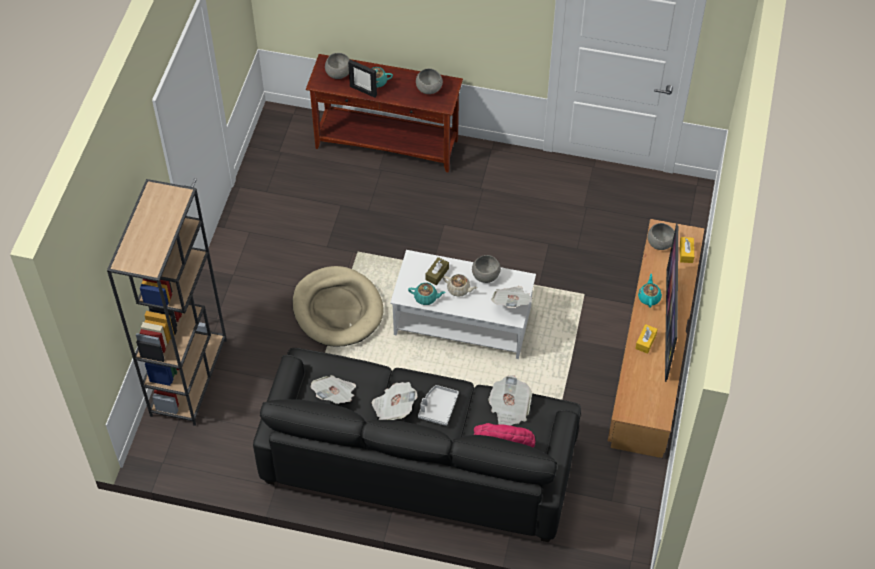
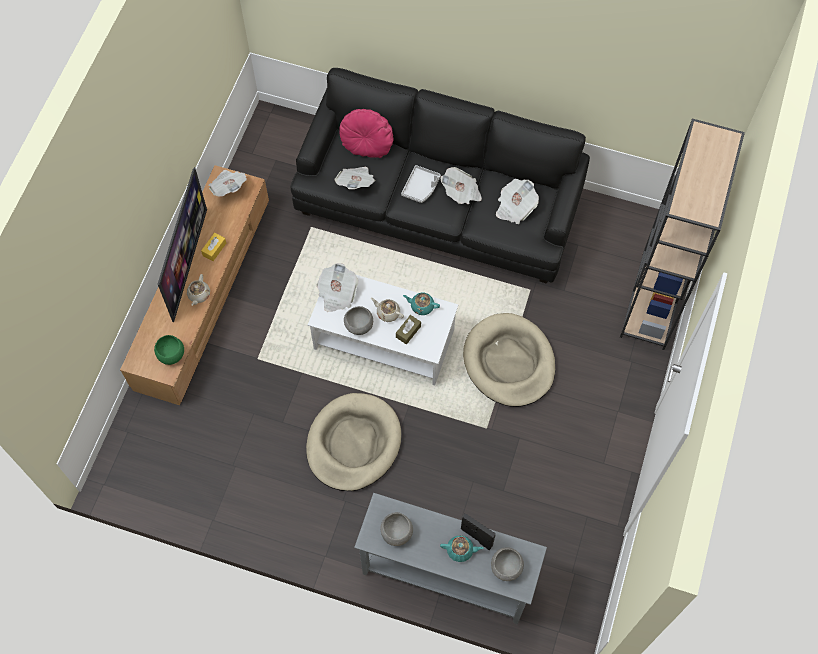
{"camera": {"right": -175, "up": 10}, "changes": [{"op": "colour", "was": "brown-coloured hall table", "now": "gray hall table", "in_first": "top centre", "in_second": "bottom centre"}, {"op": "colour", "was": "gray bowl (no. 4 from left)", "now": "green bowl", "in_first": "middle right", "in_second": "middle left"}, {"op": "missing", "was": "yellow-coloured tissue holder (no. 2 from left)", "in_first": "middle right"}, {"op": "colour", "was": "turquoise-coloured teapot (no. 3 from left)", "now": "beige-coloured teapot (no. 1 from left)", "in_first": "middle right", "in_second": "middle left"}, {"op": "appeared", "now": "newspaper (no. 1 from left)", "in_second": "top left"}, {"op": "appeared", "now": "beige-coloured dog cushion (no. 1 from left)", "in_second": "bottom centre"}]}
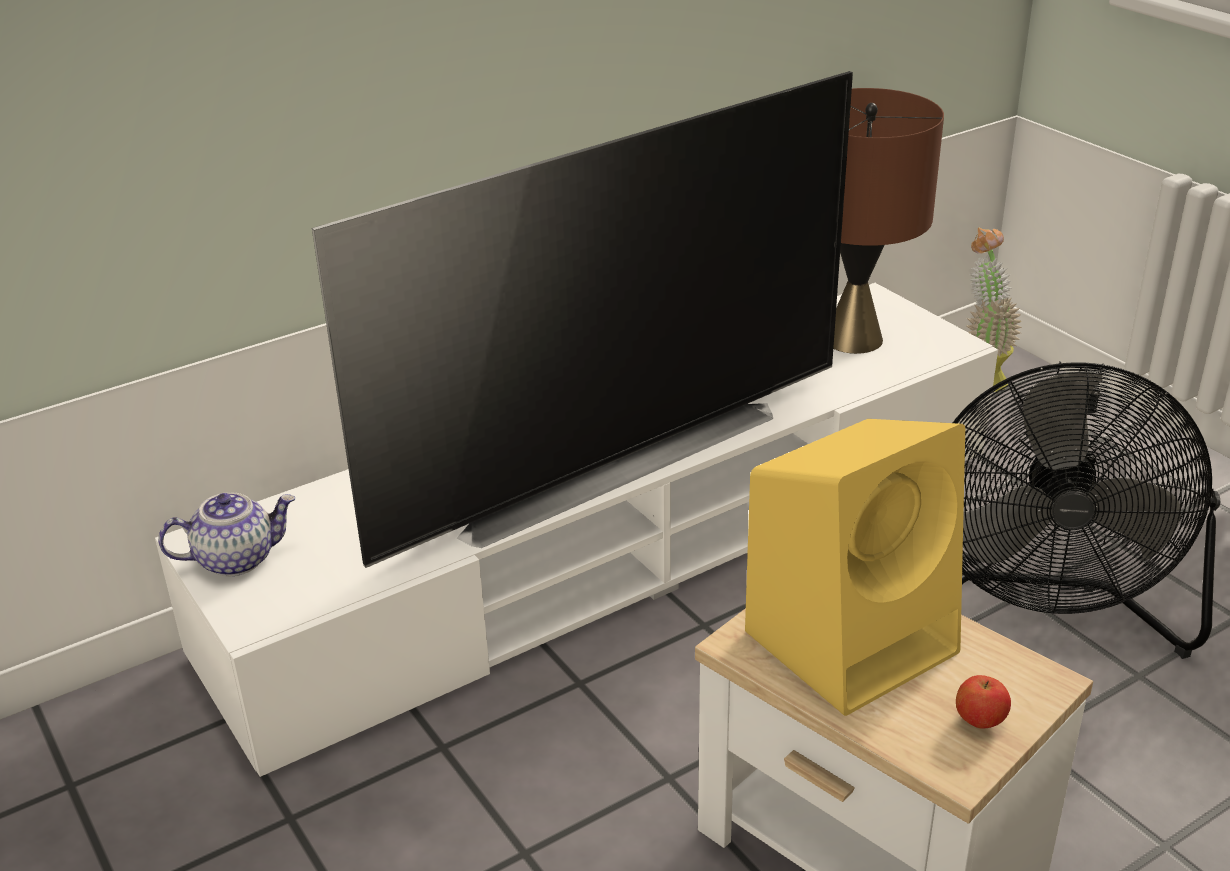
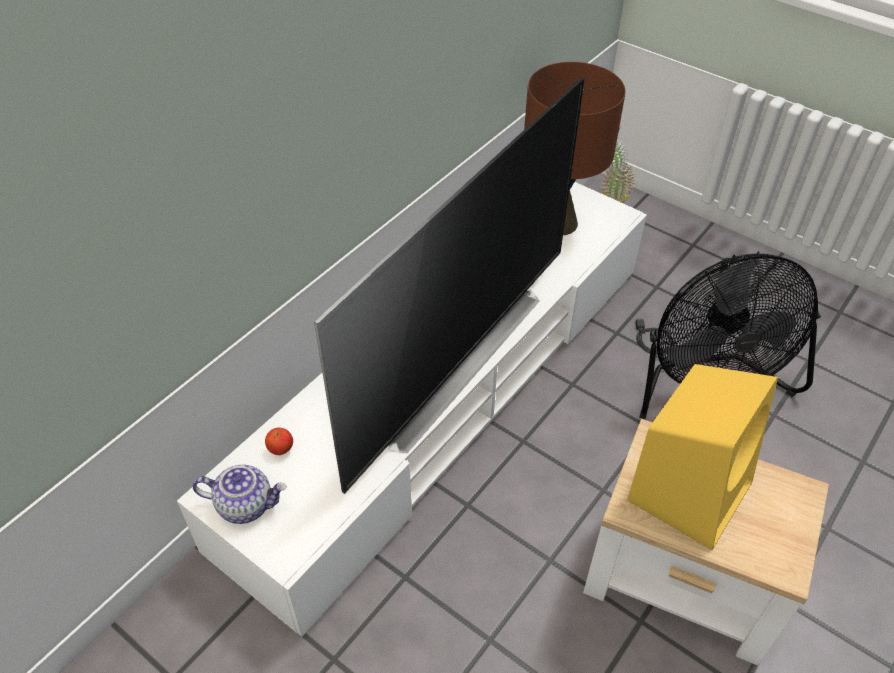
{"camera": {"right": -20, "up": 15}, "changes": [{"op": "spun", "was": "teapot", "in_first": "middle left", "in_second": "bottom left", "clockwise": 45}, {"op": "relocated", "was": "apple", "in_first": "bottom right", "in_second": "middle left"}]}
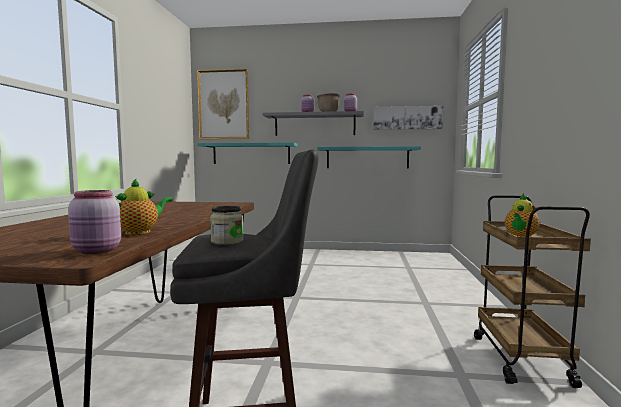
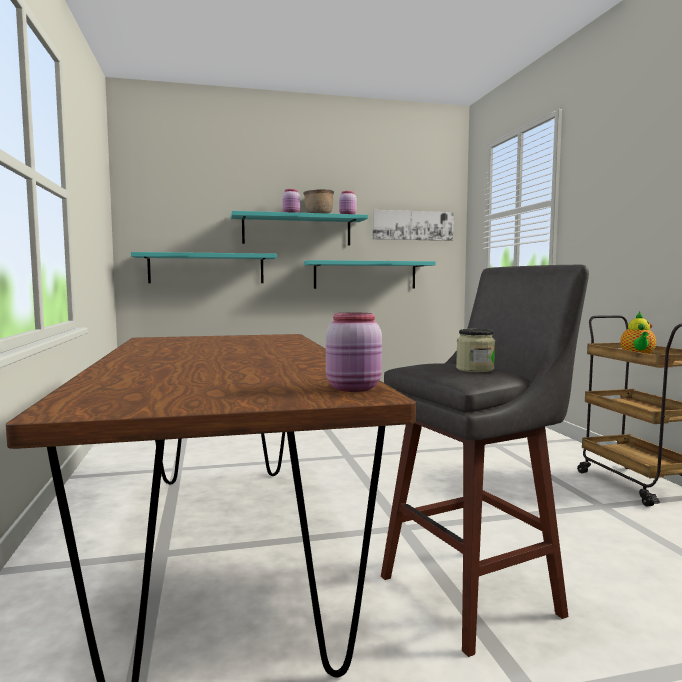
{"camera": {"right": -20, "up": 0}, "changes": [{"op": "missing", "was": "wall picture (no. 1 from left)", "in_first": "top centre"}, {"op": "colour", "was": "gray shelf", "now": "turquoise-coloured shelf (no. 2 from left)", "in_first": "top centre", "in_second": "centre"}, {"op": "missing", "was": "teapot (no. 1 from left)", "in_first": "middle left"}]}
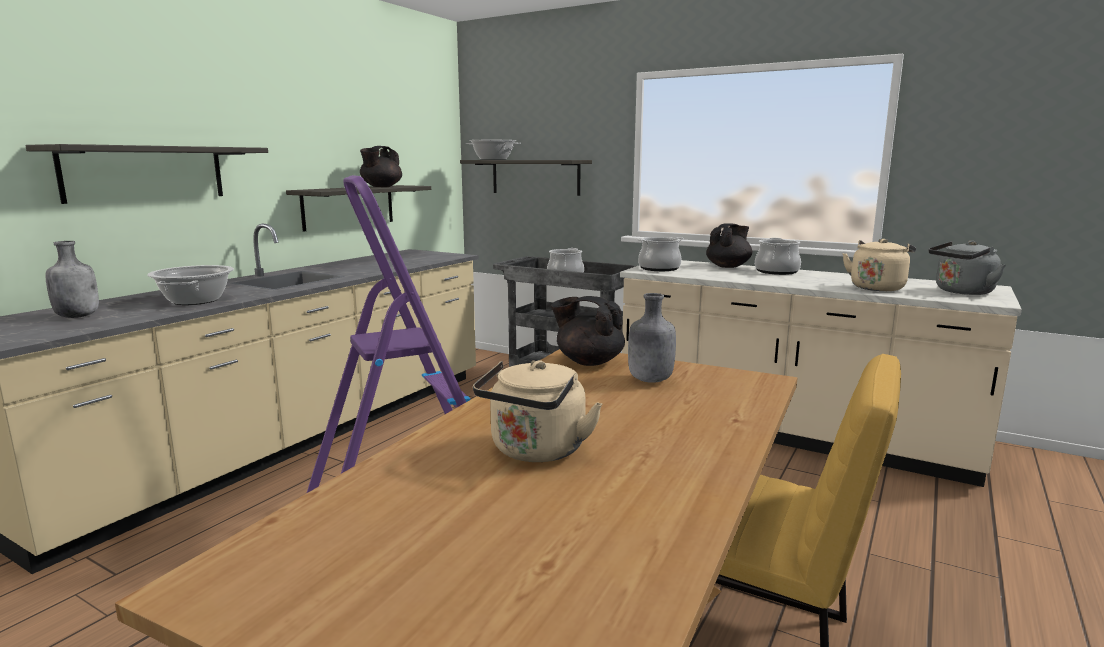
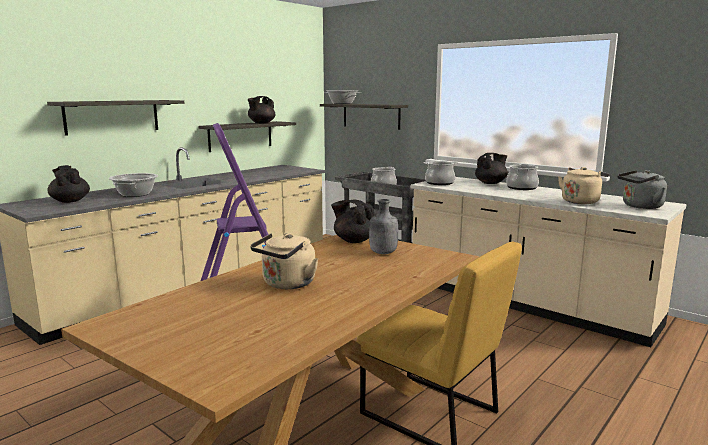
{"camera": {"right": 10, "up": 0}, "changes": [{"op": "exchanged", "was": "gray drink bottle (no. 1 from left)", "now": "black-coloured teapot (no. 1 from left)", "in_first": "middle left", "in_second": "middle left"}]}
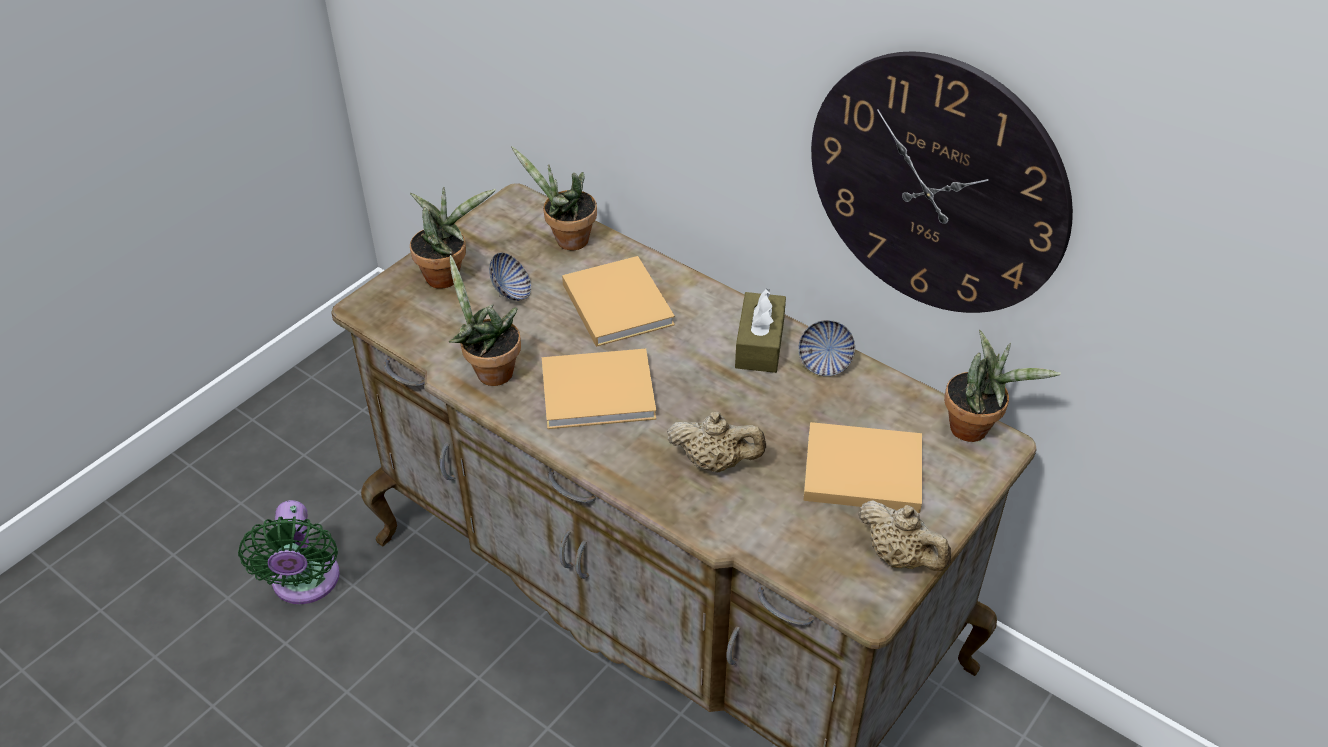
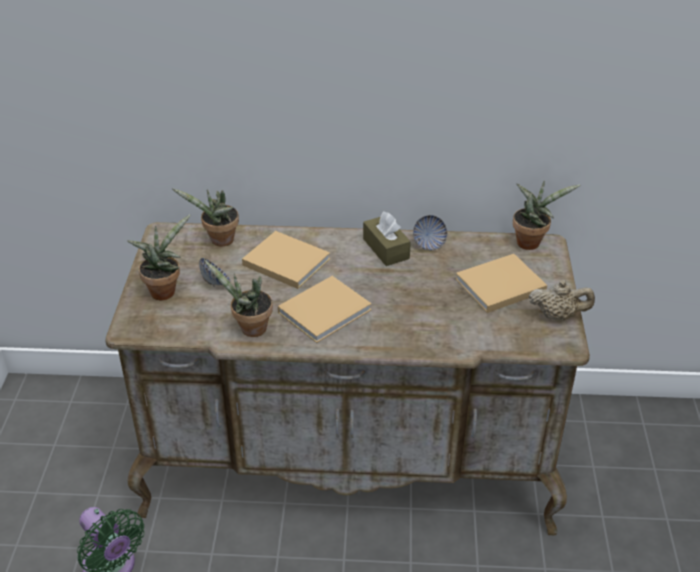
{"camera": {"right": -35, "up": -5}, "changes": [{"op": "missing", "was": "clock on the wall", "in_first": "top right"}, {"op": "missing", "was": "beige-coloured teapot (no. 1 from left)", "in_first": "centre"}]}
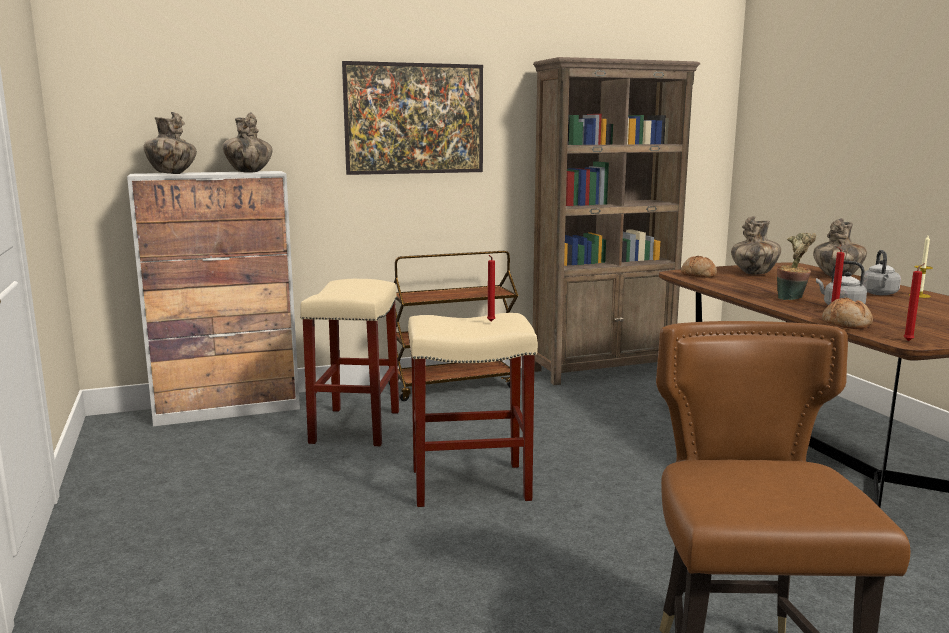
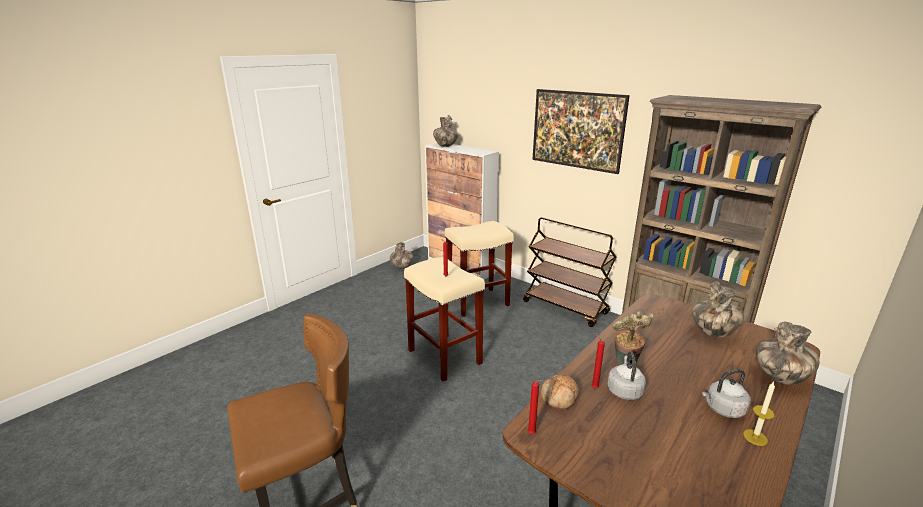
{"camera": {"right": 60, "up": 10}, "changes": [{"op": "relocated", "was": "decorative vase (no. 2 from left in the first image)", "now": "decorative vase (no. 1 from left)", "in_first": "top left", "in_second": "centre"}, {"op": "missing", "was": "baked bread (no. 1 from left)", "in_first": "middle right"}]}
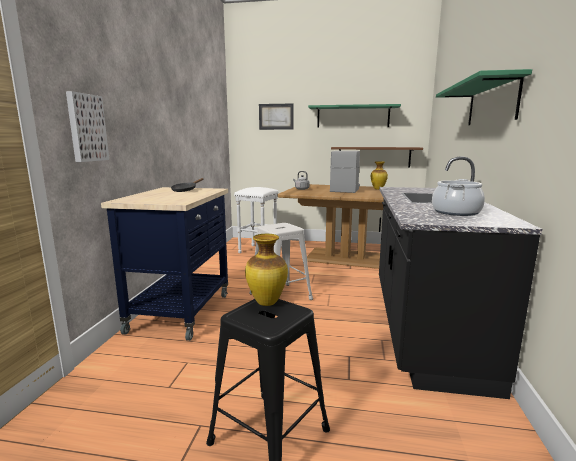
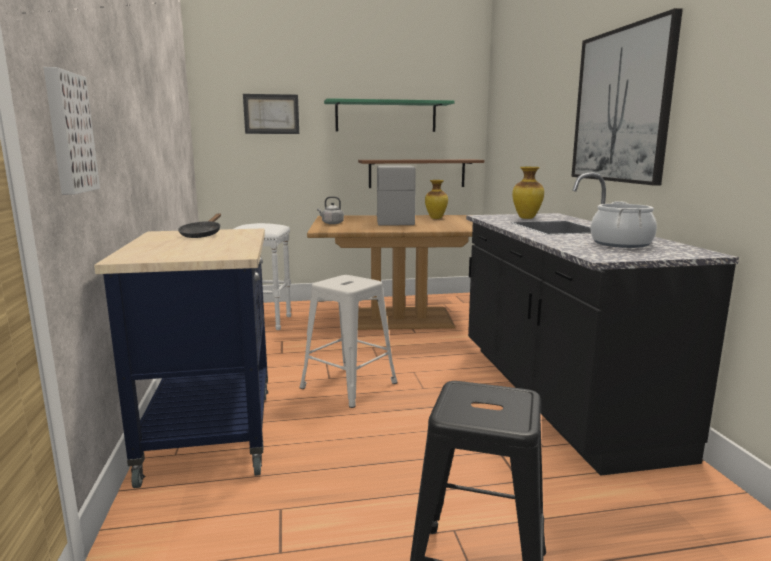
{"camera": {"right": -20, "up": 0}, "changes": [{"op": "exchanged", "was": "green shelf (no. 2 from left)", "now": "wall picture (no. 3 from left)", "in_first": "top right", "in_second": "top right"}, {"op": "relocated", "was": "decorative vase (no. 1 from left in the first image)", "now": "decorative vase (no. 2 from left)", "in_first": "centre", "in_second": "middle right"}]}
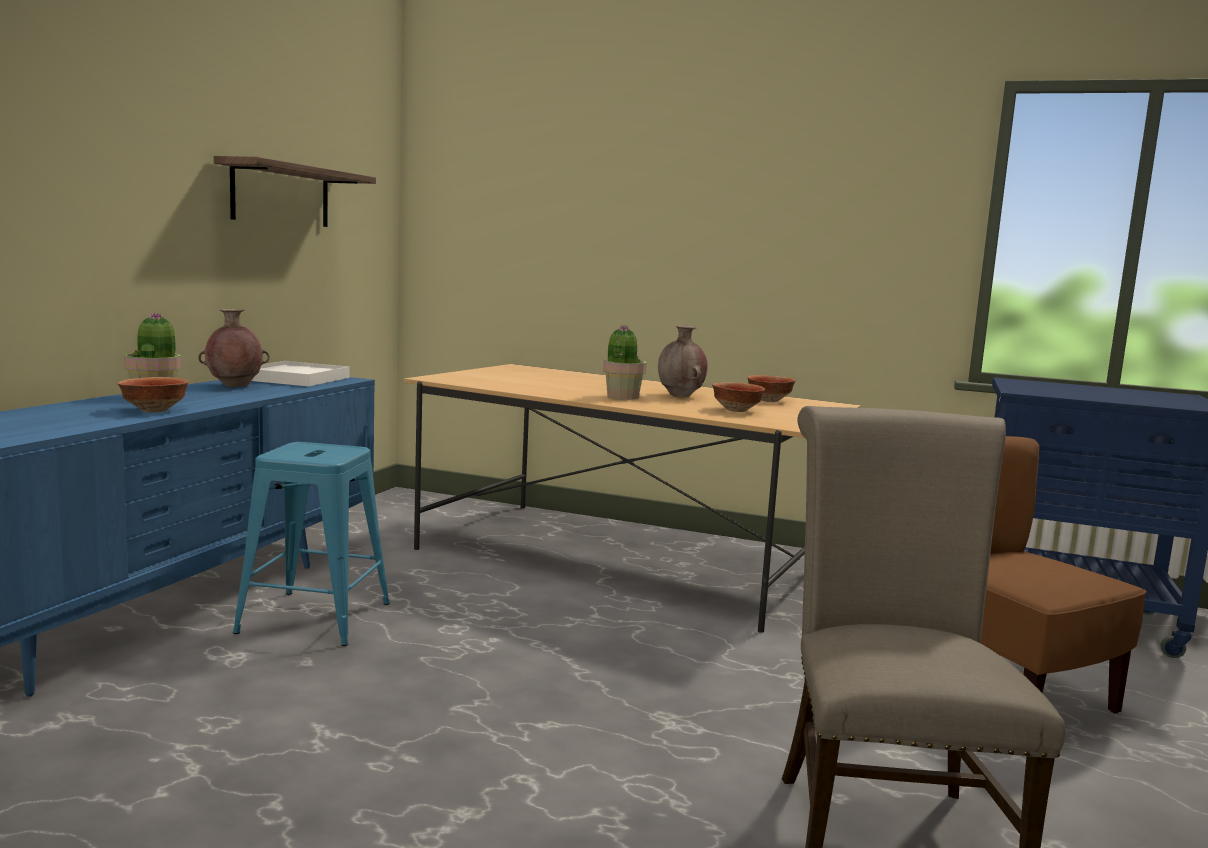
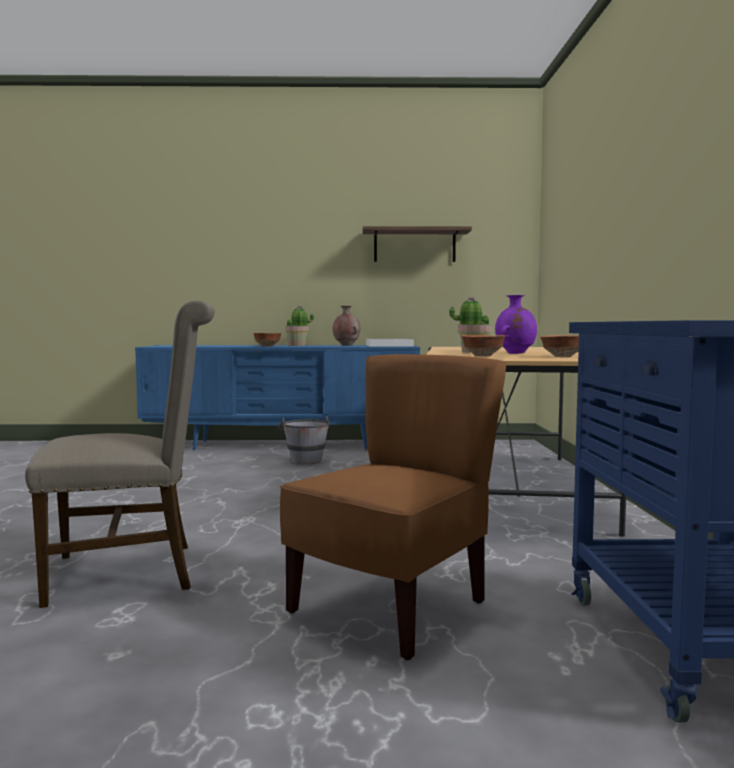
{"camera": {"right": 70, "up": -5}, "changes": [{"op": "colour", "was": "brown-coloured decorative vase (no. 2 from left)", "now": "purple decorative vase", "in_first": "centre", "in_second": "middle right"}, {"op": "exchanged", "was": "blue sitting stool", "now": "gray pail", "in_first": "middle left", "in_second": "centre"}]}
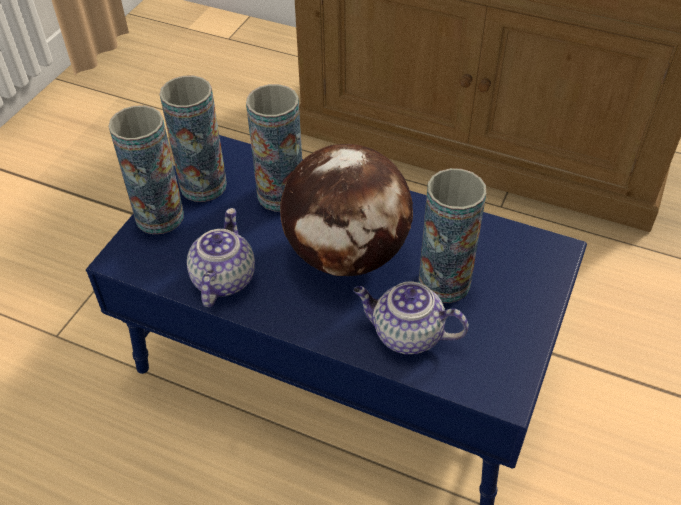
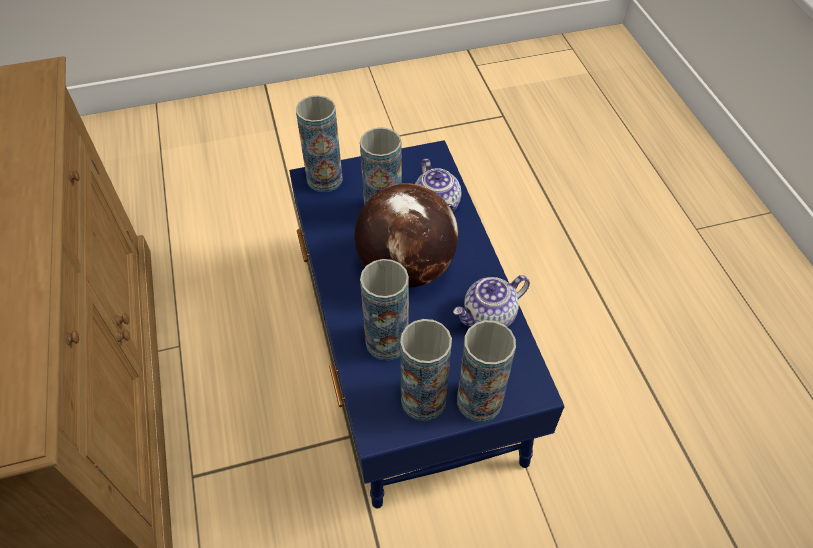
{"camera": {"right": -130, "up": 5}, "changes": [{"op": "appeared", "now": "decorative vase (no. 1 from left)", "in_second": "top centre"}]}
